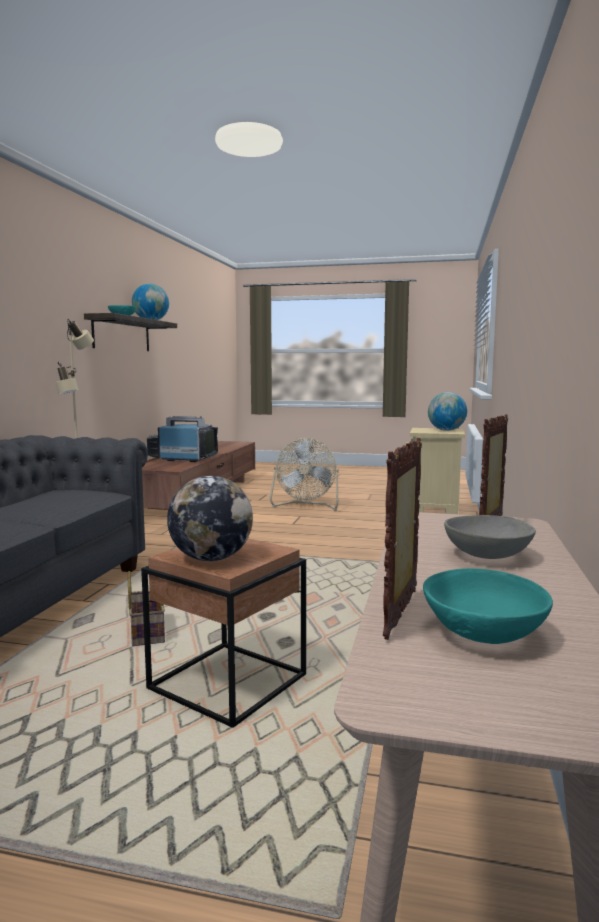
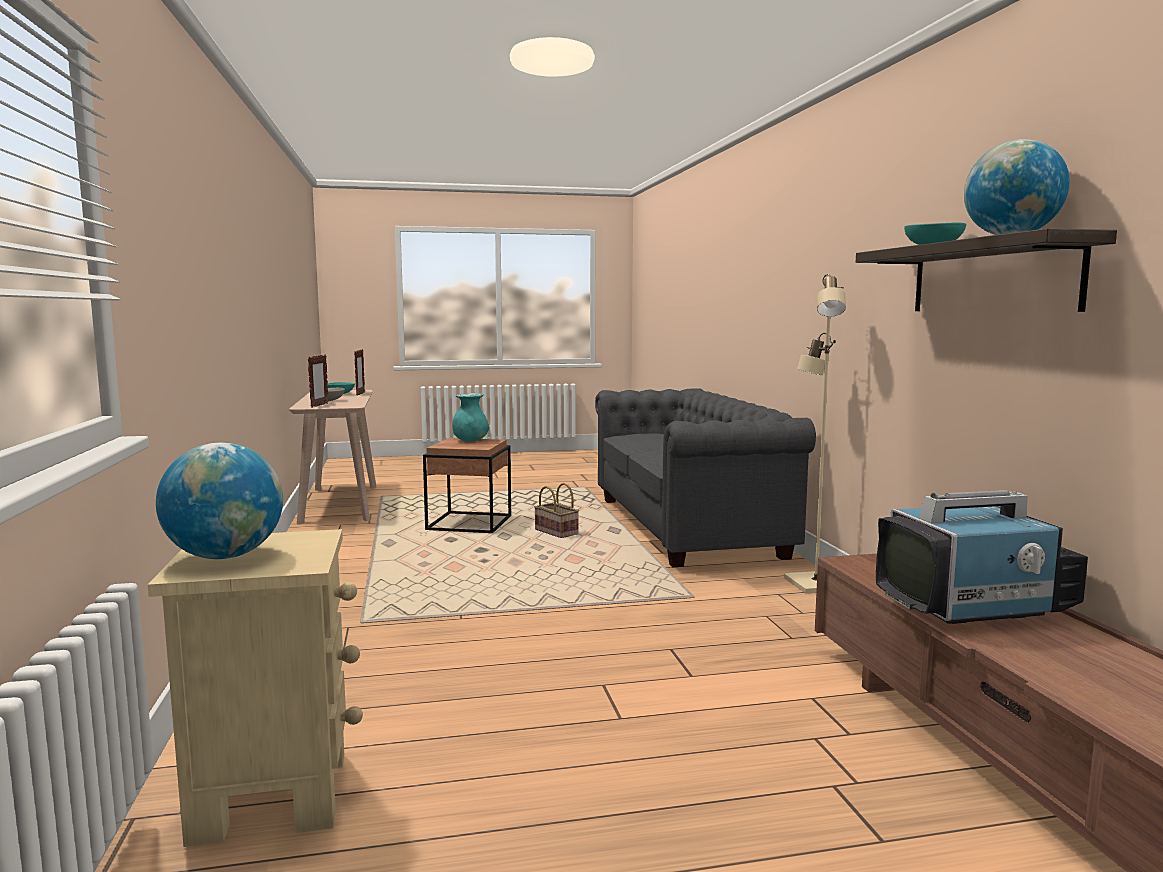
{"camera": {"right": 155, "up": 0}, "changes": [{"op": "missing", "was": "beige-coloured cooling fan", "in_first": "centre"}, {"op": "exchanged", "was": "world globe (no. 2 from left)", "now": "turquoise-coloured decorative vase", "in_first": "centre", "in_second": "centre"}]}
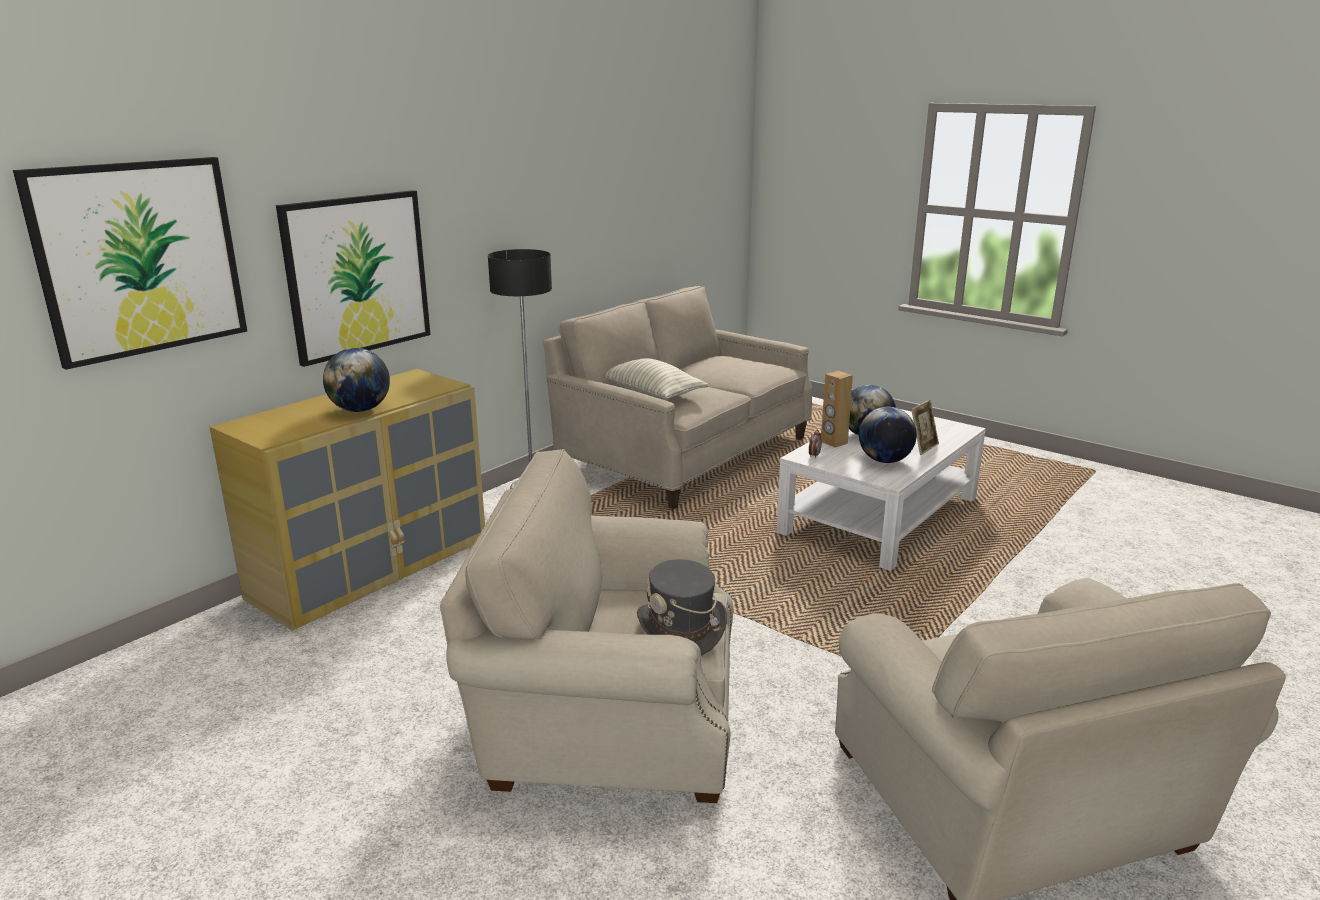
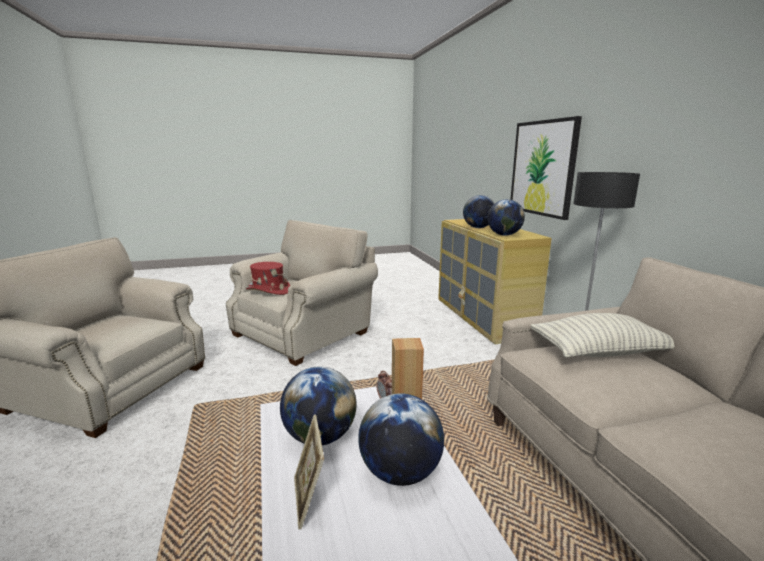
{"camera": {"right": 125, "up": -5}, "changes": [{"op": "missing", "was": "wall picture (no. 1 from left)", "in_first": "top left"}, {"op": "colour", "was": "gray clothing hat", "now": "red clothing hat", "in_first": "bottom centre", "in_second": "centre"}, {"op": "appeared", "now": "world globe (no. 4 from left)", "in_second": "centre"}]}
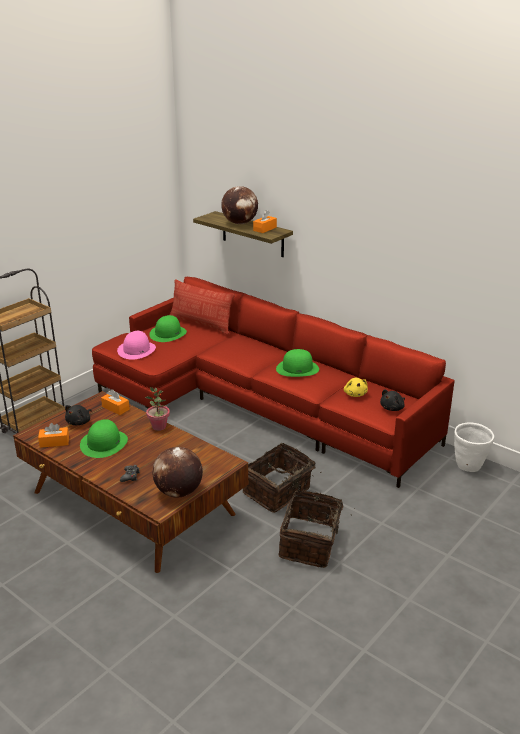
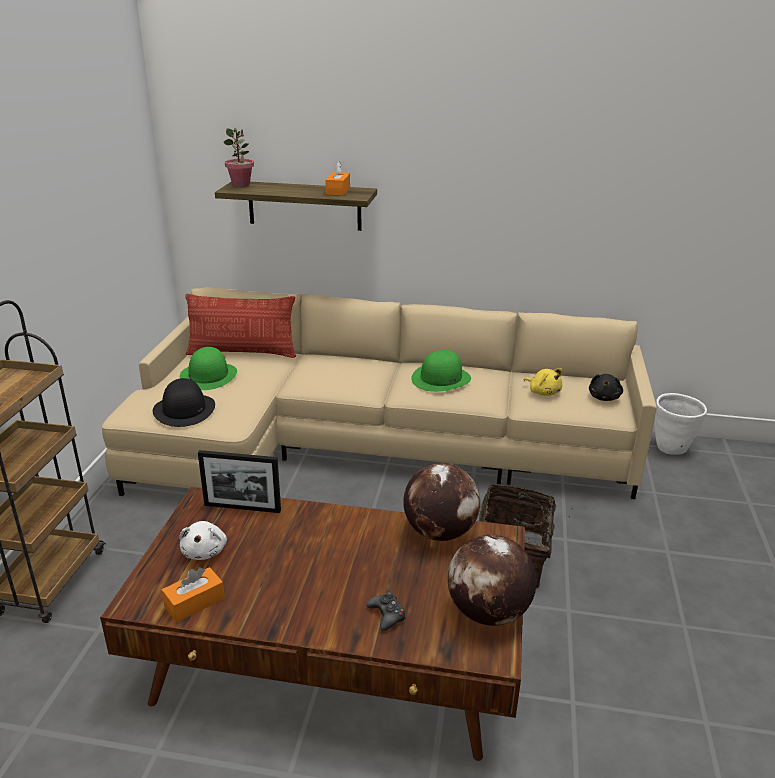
{"camera": {"right": -30, "up": 0}, "changes": [{"op": "relocated", "was": "world globe (no. 2 from left in the first image)", "now": "world globe (no. 1 from left)", "in_first": "top centre", "in_second": "centre"}, {"op": "colour", "was": "red couch", "now": "beige-coloured couch", "in_first": "centre", "in_second": "centre"}, {"op": "colour", "was": "pink-coloured clothing hat", "now": "black-coloured clothing hat", "in_first": "middle left", "in_second": "middle left"}, {"op": "relocated", "was": "plant in a pot", "in_first": "middle left", "in_second": "top left"}, {"op": "exchanged", "was": "orangey tissue holder (no. 2 from left)", "now": "picture frame", "in_first": "middle left", "in_second": "middle left"}, {"op": "colour", "was": "black-coloured cuddly toy (no. 1 from left)", "now": "whitish cuddly toy", "in_first": "middle left", "in_second": "bottom left"}, {"op": "missing", "was": "green clothing hat (no. 1 from left)", "in_first": "middle left"}, {"op": "missing", "was": "basket (no. 2 from left)", "in_first": "bottom centre"}]}
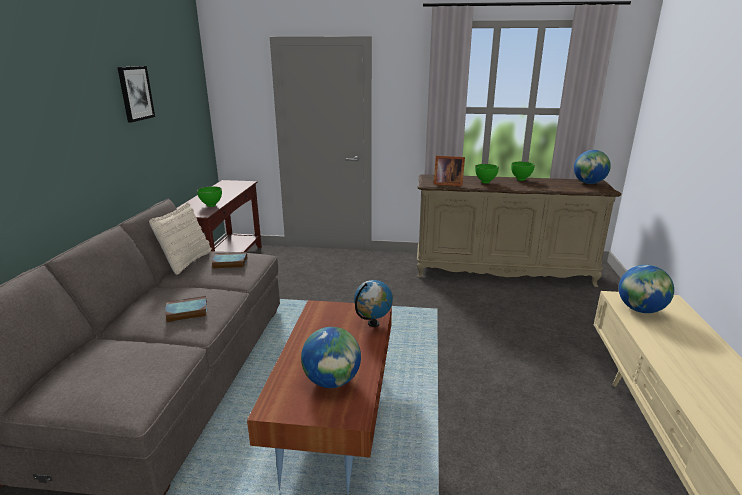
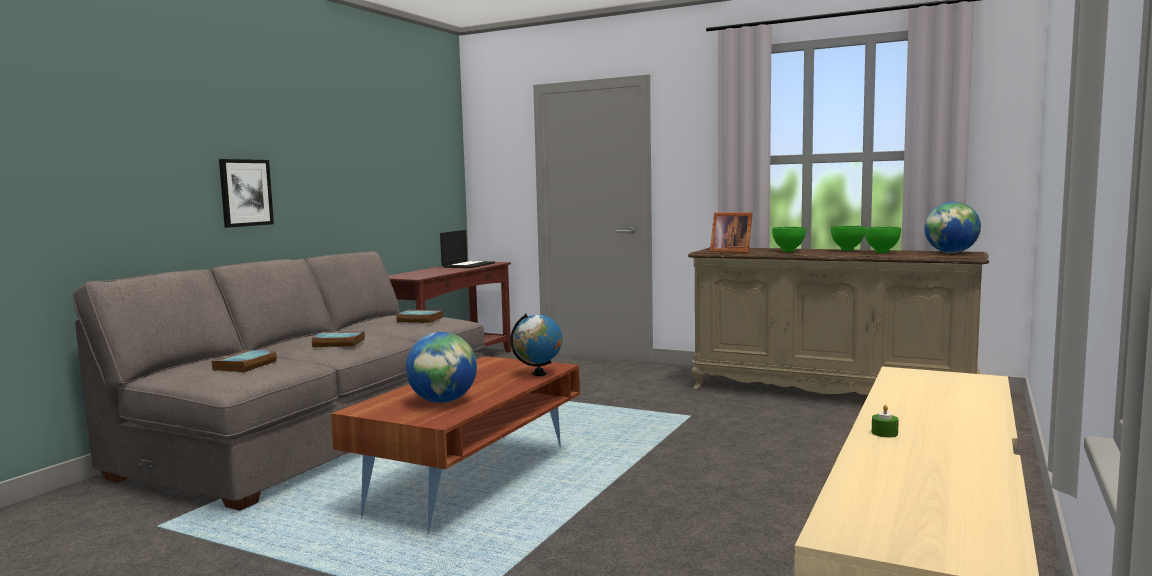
{"camera": {"right": 20, "up": -15}, "changes": [{"op": "relocated", "was": "wall picture", "in_first": "top left", "in_second": "middle left"}, {"op": "relocated", "was": "green bowl (no. 1 from left in the first image)", "now": "green bowl (no. 3 from left)", "in_first": "middle left", "in_second": "middle right"}, {"op": "missing", "was": "beige-coloured throw pillow", "in_first": "middle left"}, {"op": "missing", "was": "world globe (no. 4 from left)", "in_first": "middle right"}, {"op": "appeared", "now": "portable computer", "in_second": "centre"}, {"op": "appeared", "now": "bound book (no. 1 from left)", "in_second": "middle left"}, {"op": "appeared", "now": "green candle", "in_second": "bottom right"}]}
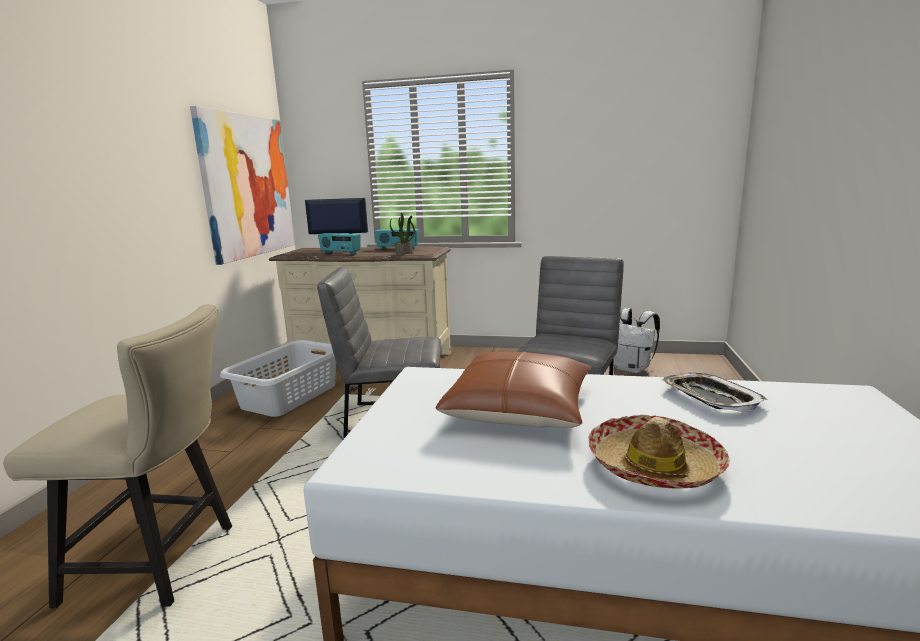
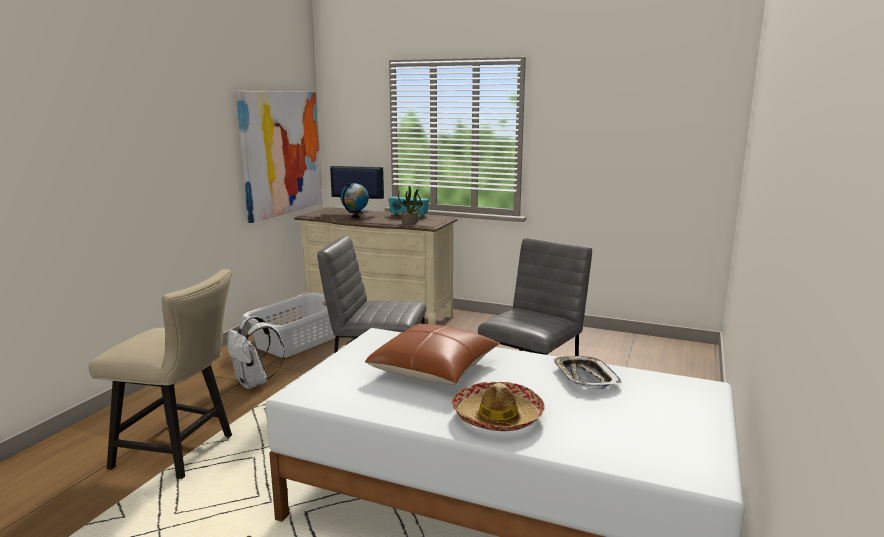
{"camera": {"right": 10, "up": 0}, "changes": [{"op": "exchanged", "was": "radio receiver (no. 1 from left)", "now": "world globe", "in_first": "centre", "in_second": "centre"}, {"op": "relocated", "was": "whitish backpack", "in_first": "middle right", "in_second": "middle left"}]}
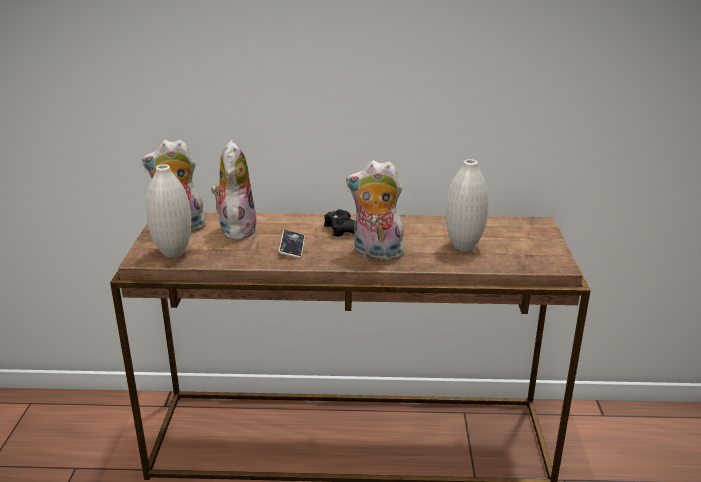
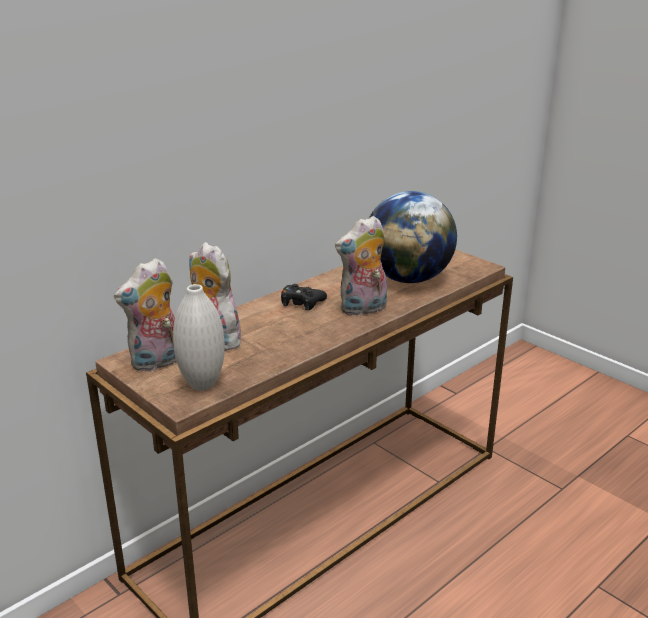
{"camera": {"right": -45, "up": 0}, "changes": [{"op": "exchanged", "was": "whitish decorative vase (no. 2 from left)", "now": "world globe", "in_first": "centre", "in_second": "centre"}, {"op": "missing", "was": "telephone", "in_first": "centre"}]}
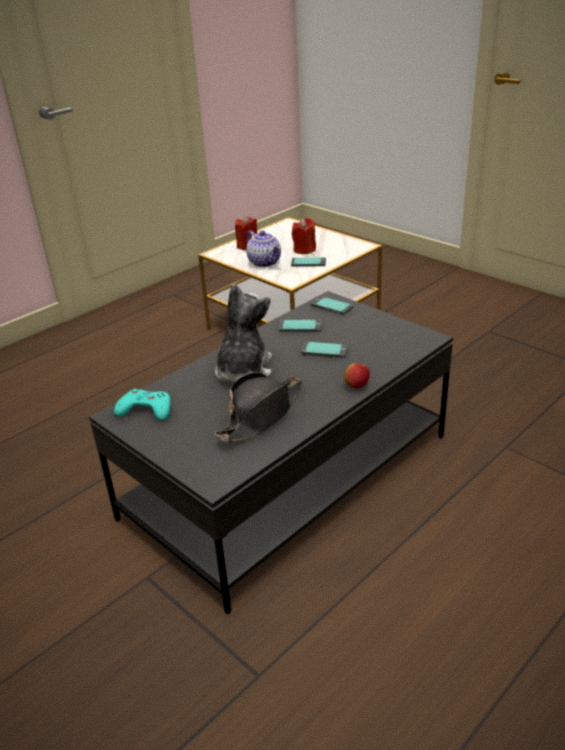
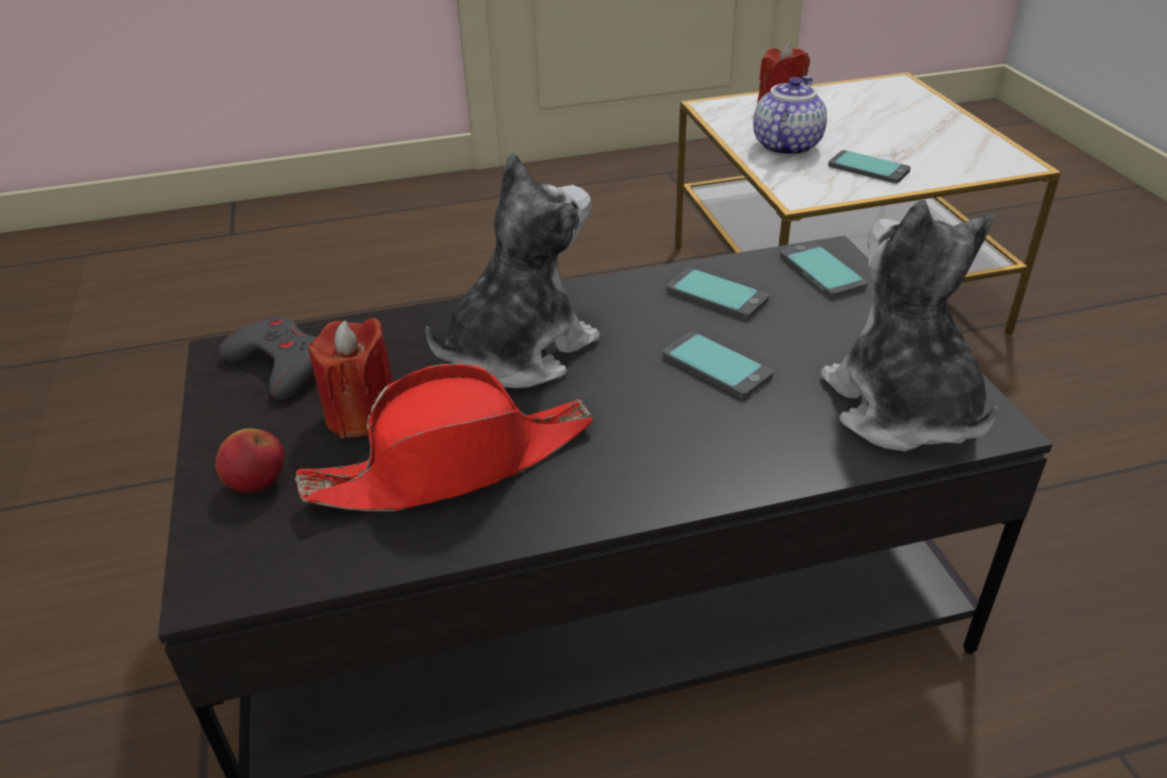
{"camera": {"right": 30, "up": 5}, "changes": [{"op": "relocated", "was": "red candle (no. 2 from left in the first image)", "now": "red candle (no. 1 from left)", "in_first": "top centre", "in_second": "middle left"}, {"op": "spun", "was": "teapot", "in_first": "top centre", "in_second": "top right", "clockwise": -150}, {"op": "relocated", "was": "apple", "in_first": "centre", "in_second": "middle left"}, {"op": "colour", "was": "black-coloured clothing hat", "now": "red clothing hat", "in_first": "centre", "in_second": "centre"}, {"op": "colour", "was": "turquoise-coloured gamepad", "now": "gray gamepad", "in_first": "middle left", "in_second": "middle left"}, {"op": "appeared", "now": "cuddly toy (no. 2 from left)", "in_second": "middle right"}]}
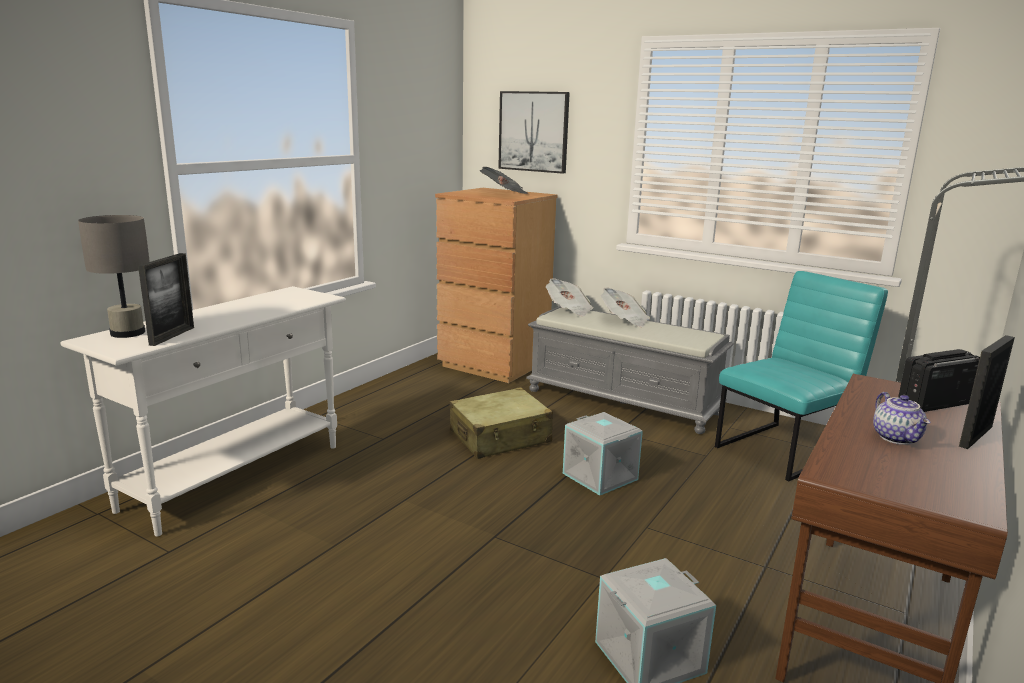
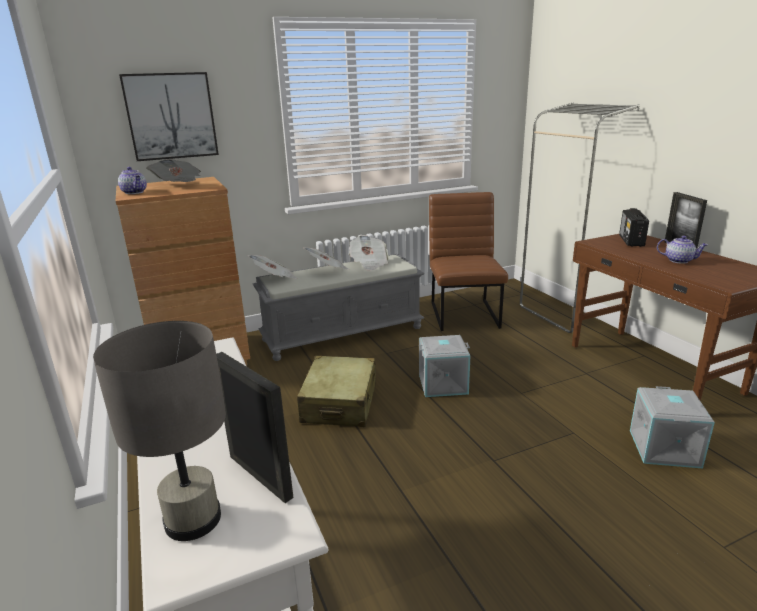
{"camera": {"right": -55, "up": 5}, "changes": [{"op": "colour", "was": "turquoise-coloured upright chair", "now": "brown-coloured upright chair", "in_first": "middle right", "in_second": "centre"}, {"op": "appeared", "now": "teapot (no. 1 from left)", "in_second": "top left"}, {"op": "appeared", "now": "newspaper (no. 4 from left)", "in_second": "centre"}]}
